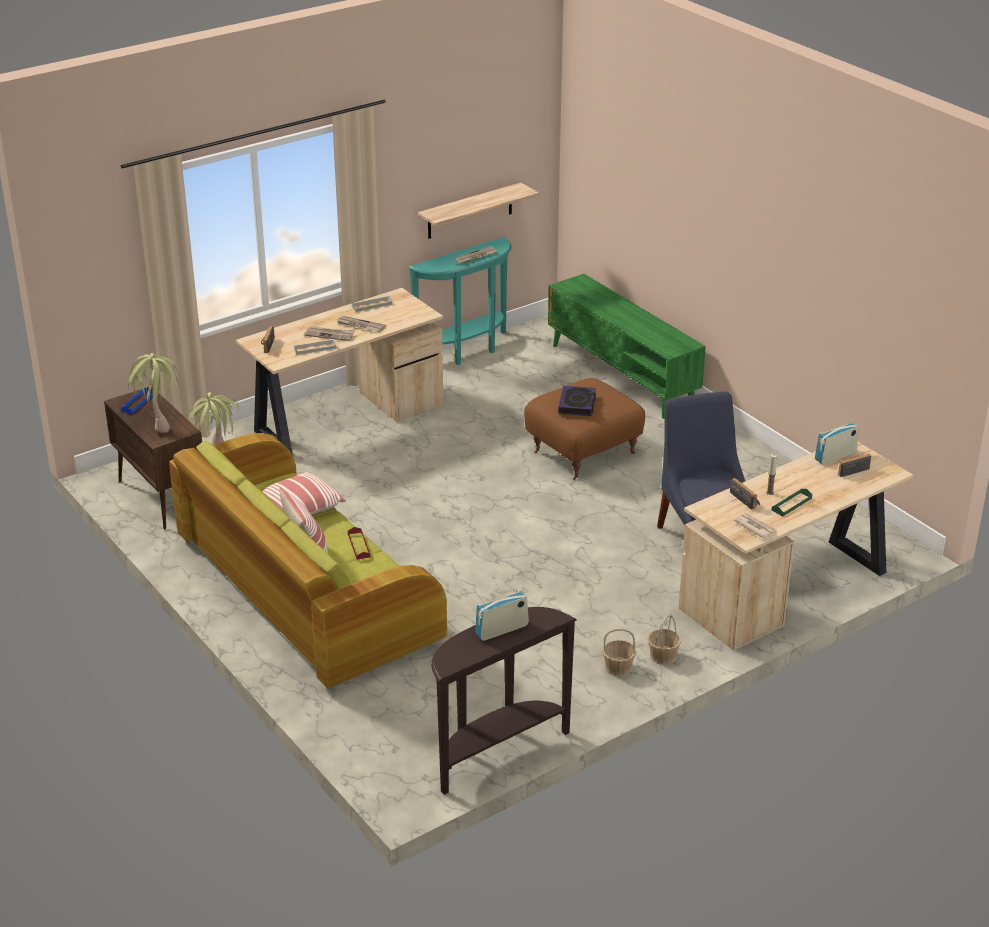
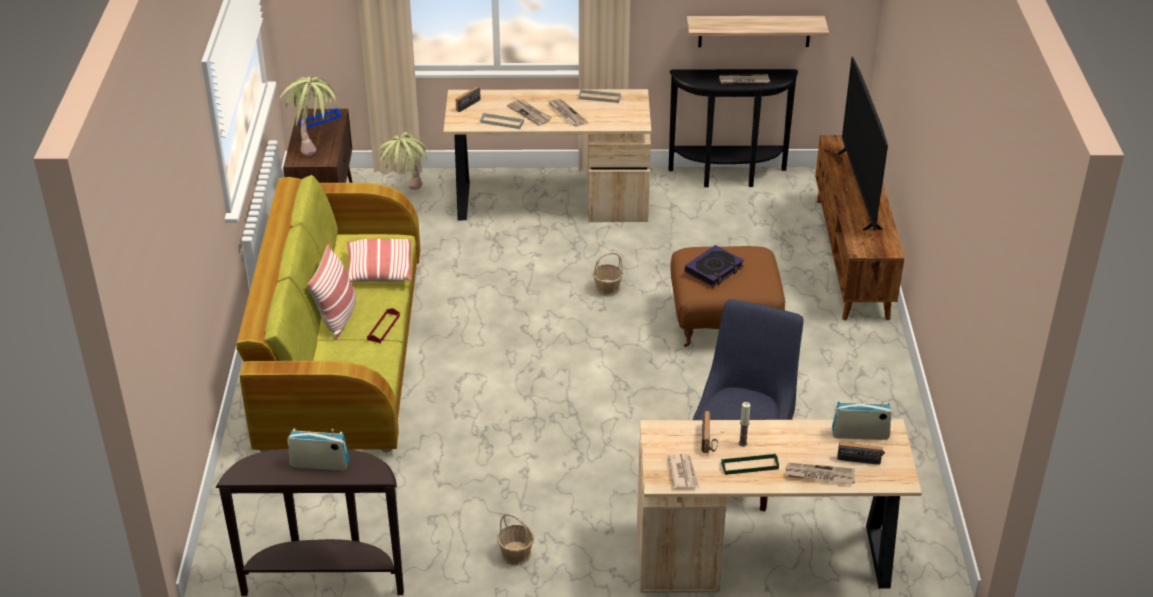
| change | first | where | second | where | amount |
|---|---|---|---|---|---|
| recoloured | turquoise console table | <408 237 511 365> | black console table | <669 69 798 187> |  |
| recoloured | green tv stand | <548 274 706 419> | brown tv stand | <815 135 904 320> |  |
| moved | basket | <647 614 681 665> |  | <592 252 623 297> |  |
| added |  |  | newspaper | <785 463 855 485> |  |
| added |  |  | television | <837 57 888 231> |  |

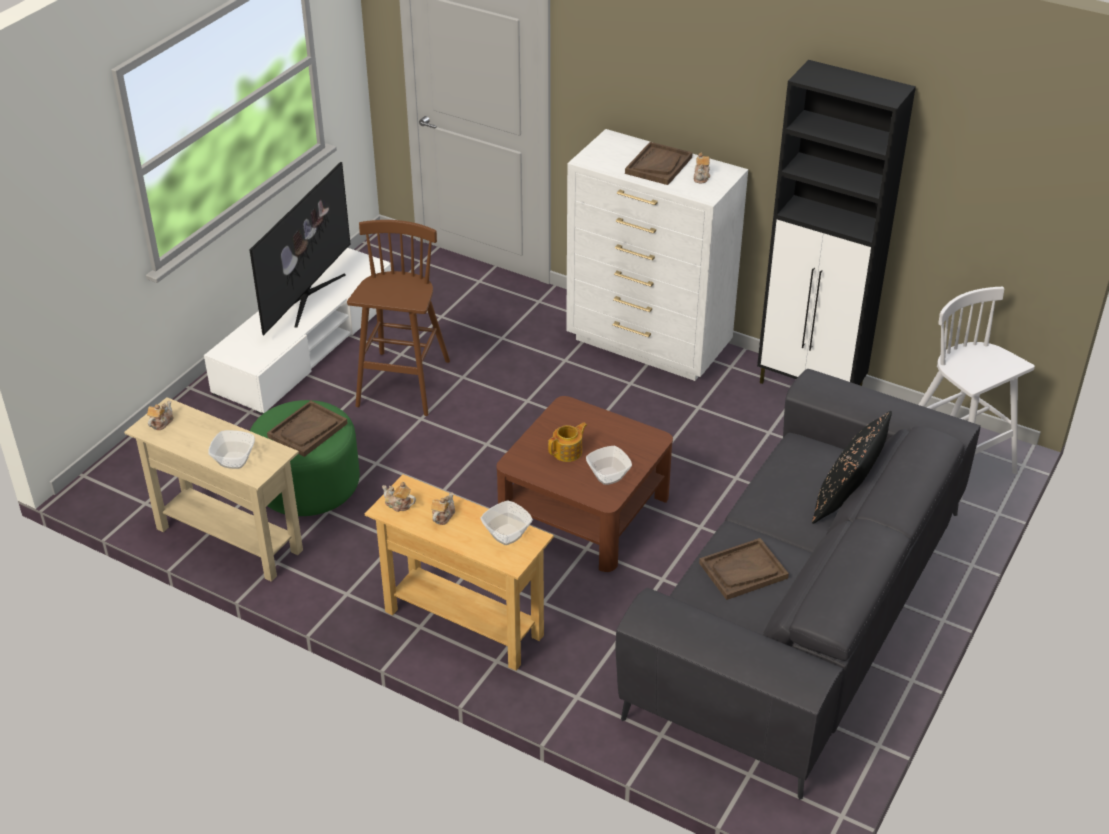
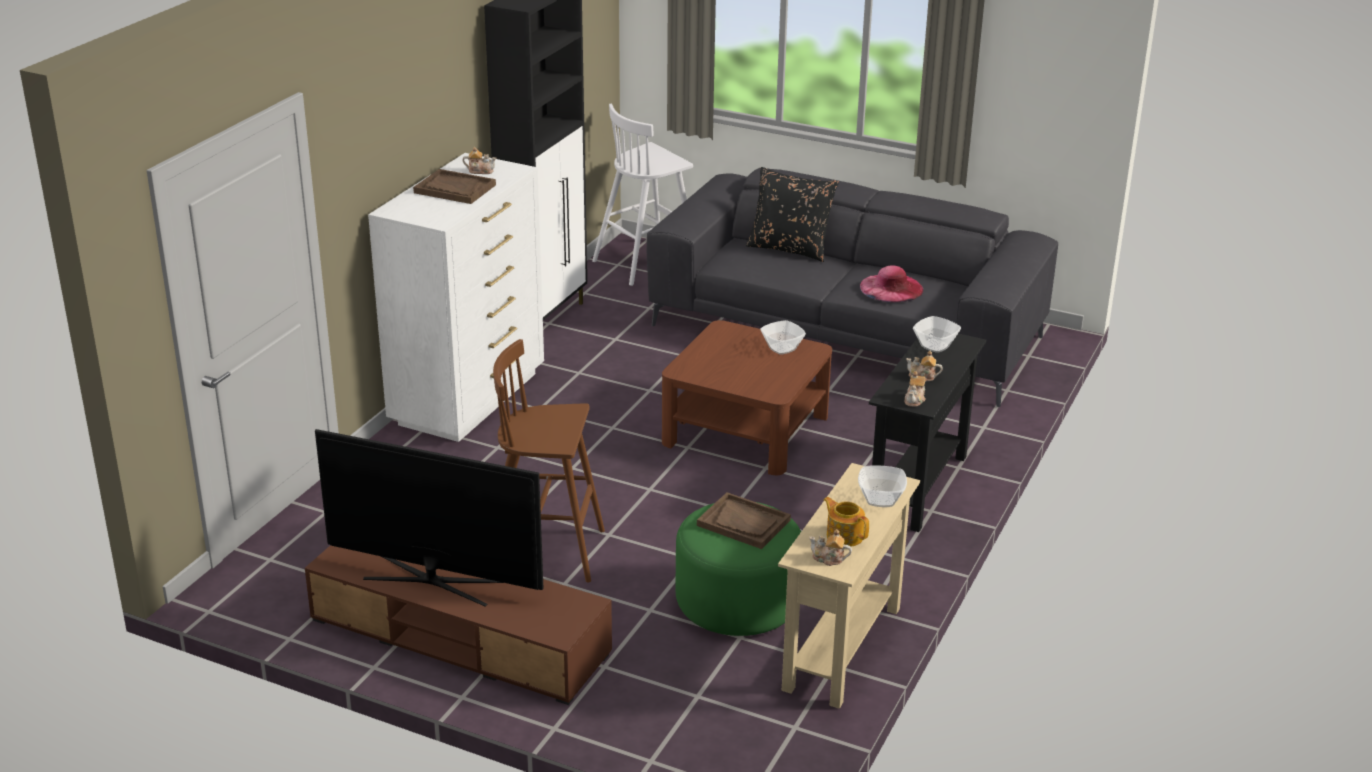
| change | first | where | second | where | amount |
|---|---|---|---|---|---|
| recoloured | white tv stand | <204 248 391 414> | brown tv stand | <305 545 612 705> |  |
| recoloured | beige console table | <365 474 554 671> | black console table | <869 333 987 532> |  |
| moved | teapot | <548 422 587 462> |  | <823 497 869 547> |  |
| replaced | brown tray | <699 538 789 600> | pink hat | <860 265 923 302> |  |

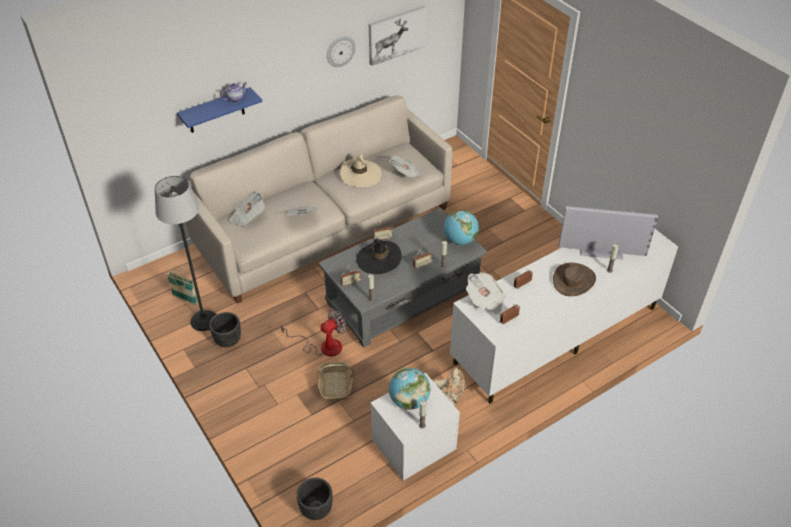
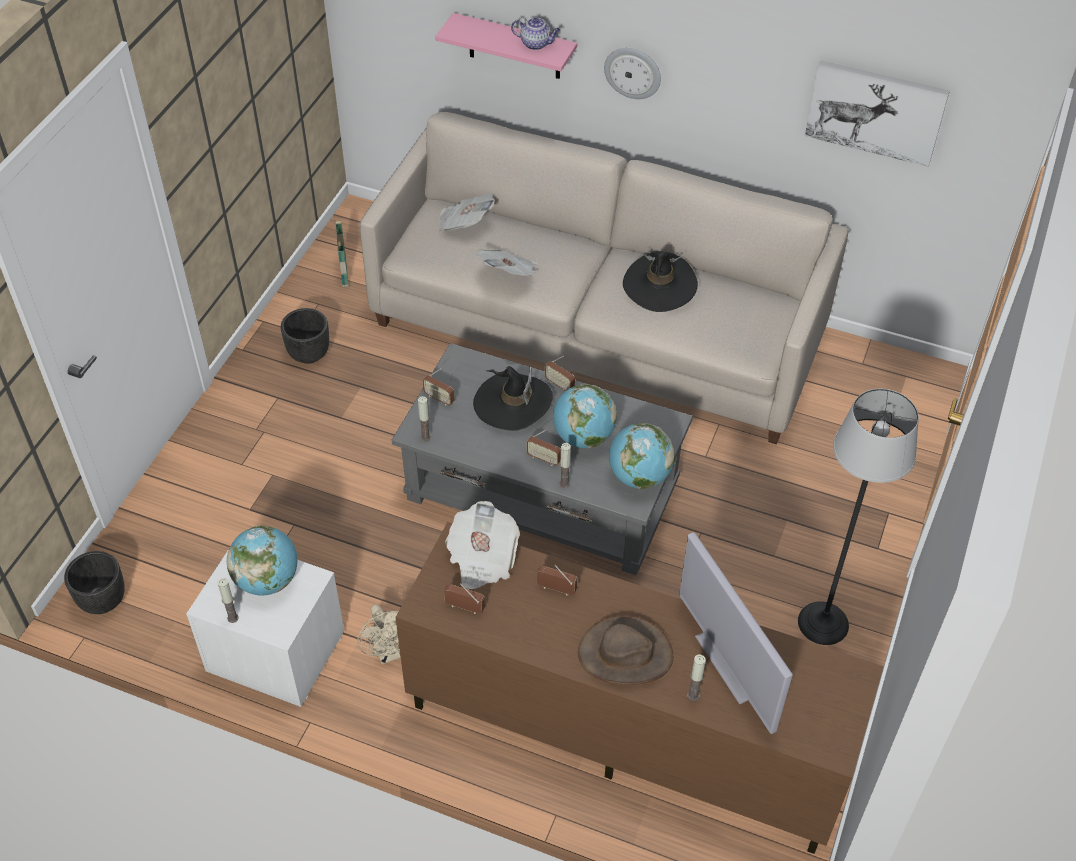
| change | first | where | second | where | amount |
|---|---|---|---|---|---|
| moved | floor lamp | <154 176 216 331> |  | <798 389 919 645> |  |
| recoloured | blue shelf | <177 87 262 133> | pink shelf | <435 13 577 79> |  |
| removed | fan | <281 309 346 356> |  |  |  |
| removed | basket | <317 362 354 401> |  |  |  |
| moved | wall clock | <327 36 356 67> |  | <604 48 661 99> |  |
| recoloured | beige hat | <340 154 382 187> | black hat | <623 251 698 312> |  |
| removed | newspaper | <389 155 424 178> |  |  |  |
| recoloured | white tv stand | <450 229 678 404> | brown tv stand | <395 522 884 854> |  |
| added |  |  | globe | <553 384 617 449> |  |

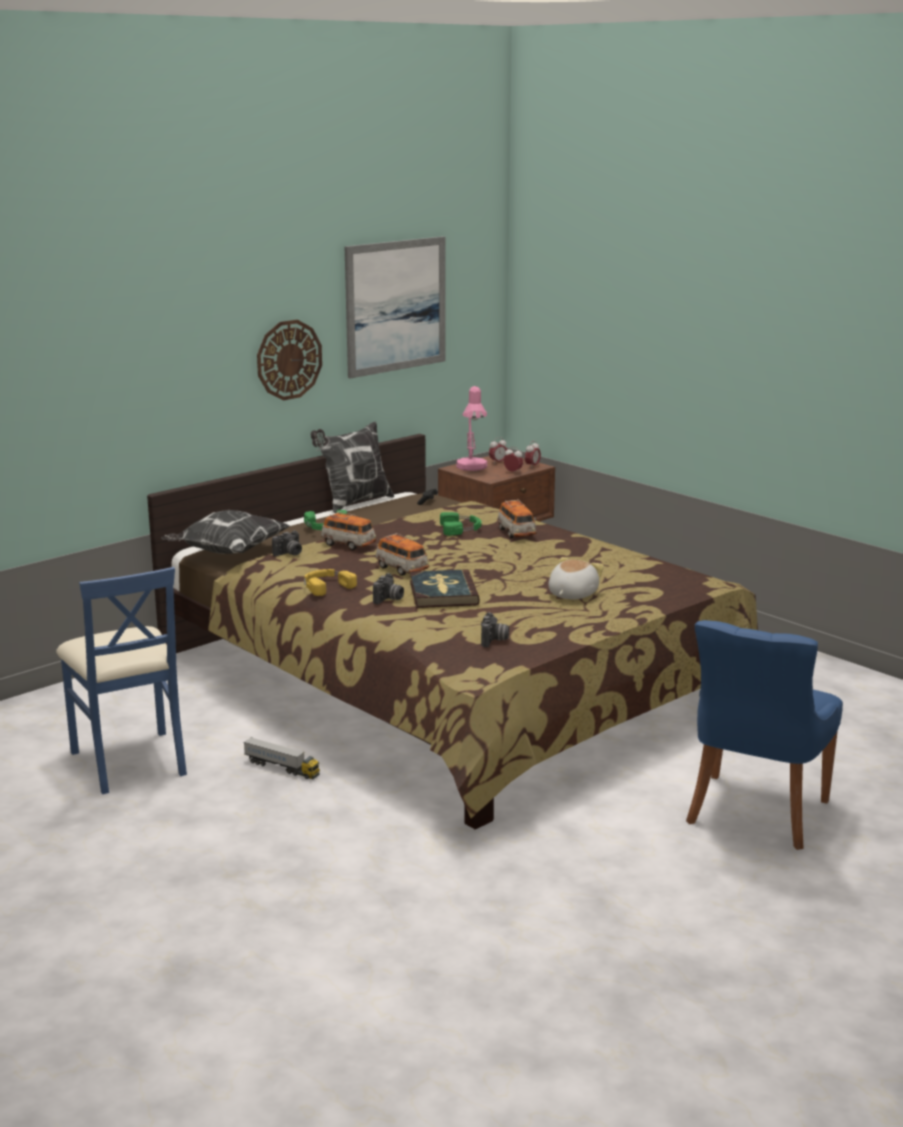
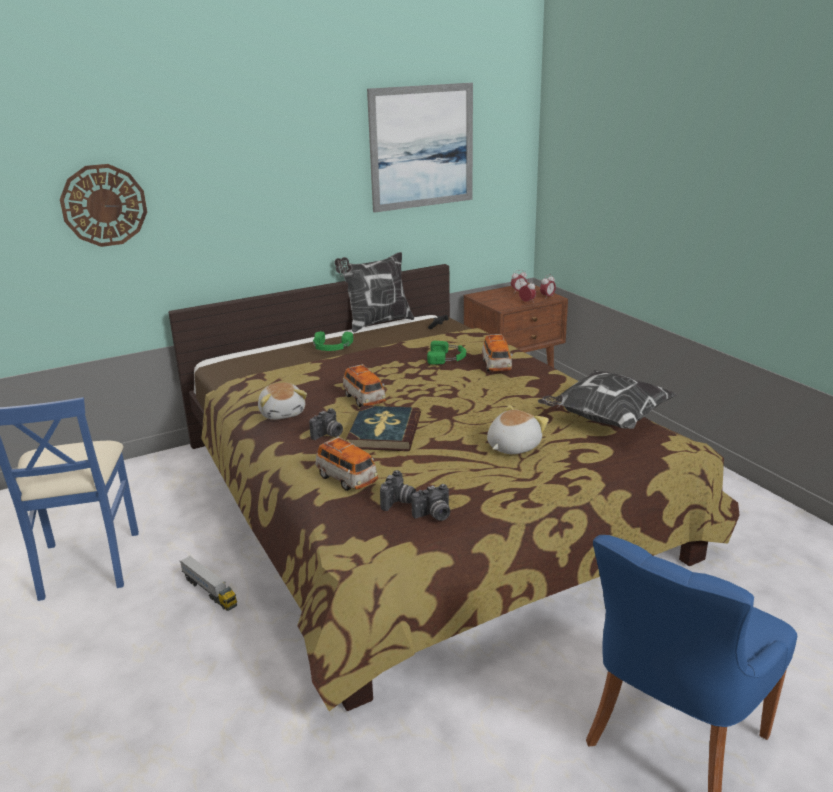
| change | first | where | second | where | amount |
|---|---|---|---|---|---|
| moved | pillow | <161 510 290 554> |  | <538 370 678 429> |  |
| moved | wall clock | <257 320 322 400> |  | <60 164 147 247> |  |
| moved | photo camera | <272 530 302 556> |  | <411 484 450 521> |  |
| replaced | yellow headphones | <304 569 357 596> | plush toy | <258 382 307 420> |  |
| moved | toy car | <321 511 376 550> |  | <315 436 378 491> |  |
| removed | pink table lamp | <456 386 487 471> |  |  |  |

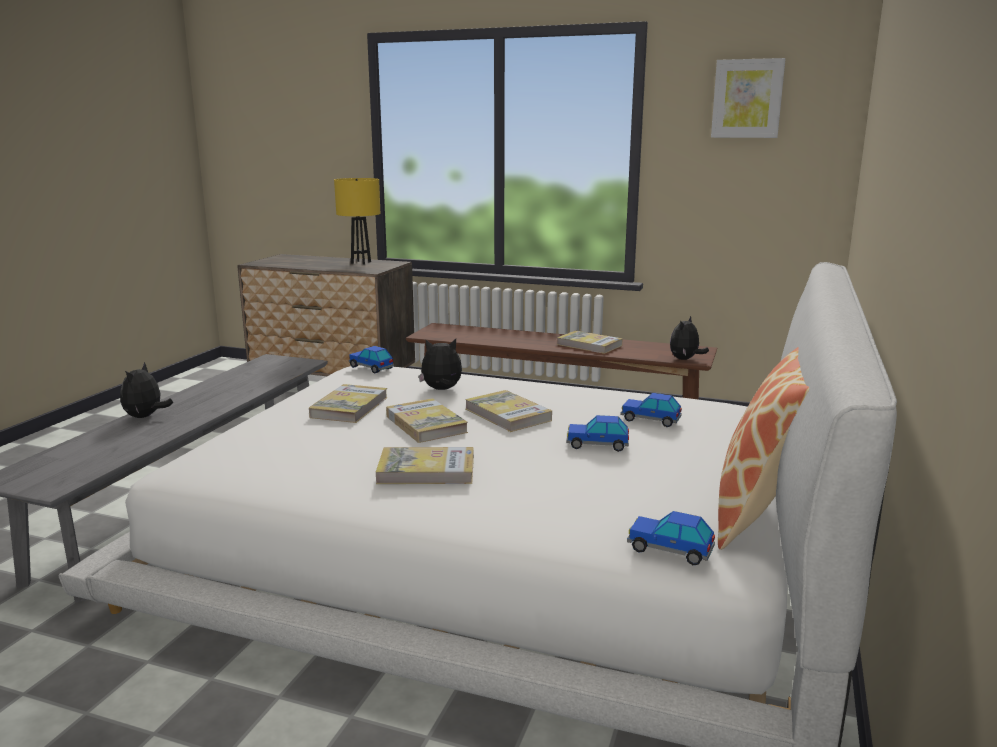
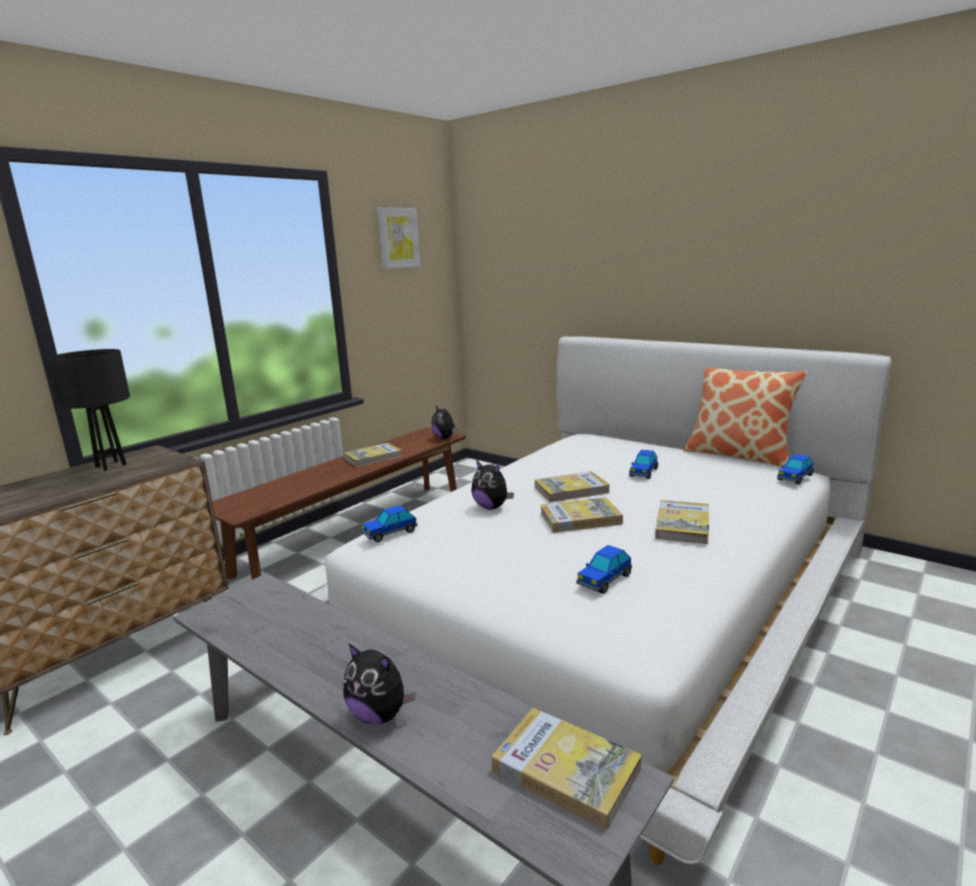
| change | first | where | second | where | amount |
|---|---|---|---|---|---|
| moved | book | <309 384 388 423> |  | <491 708 642 830> |  |
| recoloured | yellow table lamp | <334 178 380 265> | black table lamp | <47 349 130 471> |  |
| turned | plush toy | <419 339 462 390> |  | <471 460 514 509> | 60 degrees counterclockwise |
| moved | toy car | <621 393 682 427> |  | <576 545 632 594> |  |

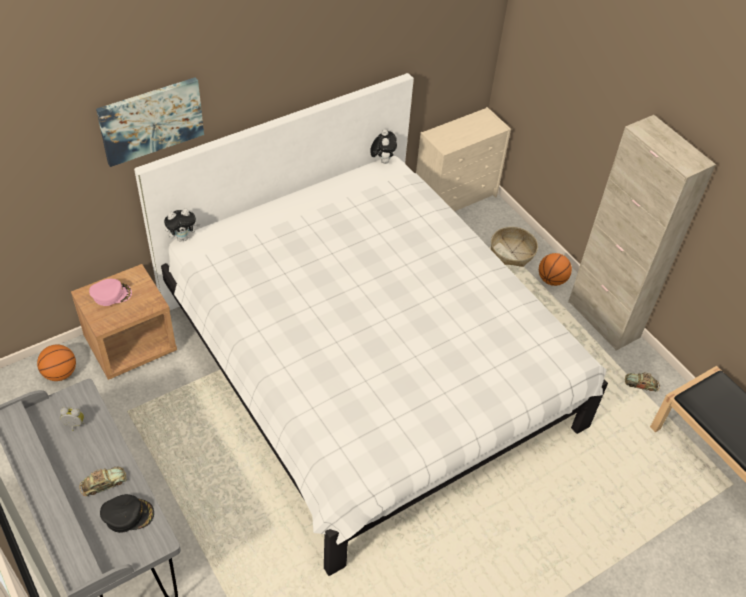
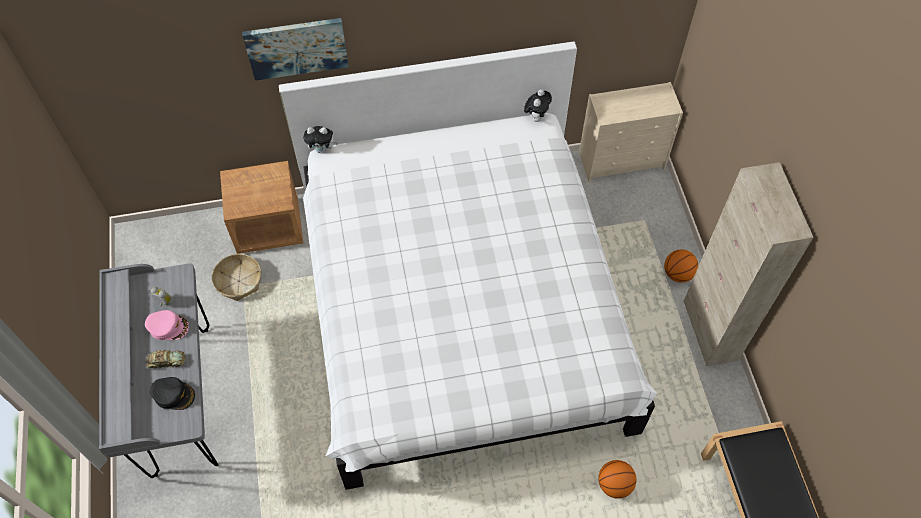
| change | first | where | second | where | amount |
|---|---|---|---|---|---|
| moved | basketball | <37 344 76 381> |  | <598 460 636 499> |  |
| moved | pink cap | <89 279 132 306> |  | <145 310 189 340> |  |
| moved | basket | <491 227 538 267> |  | <212 254 261 301> |  |
| removed | toy car | <625 372 660 392> |  |  |  |

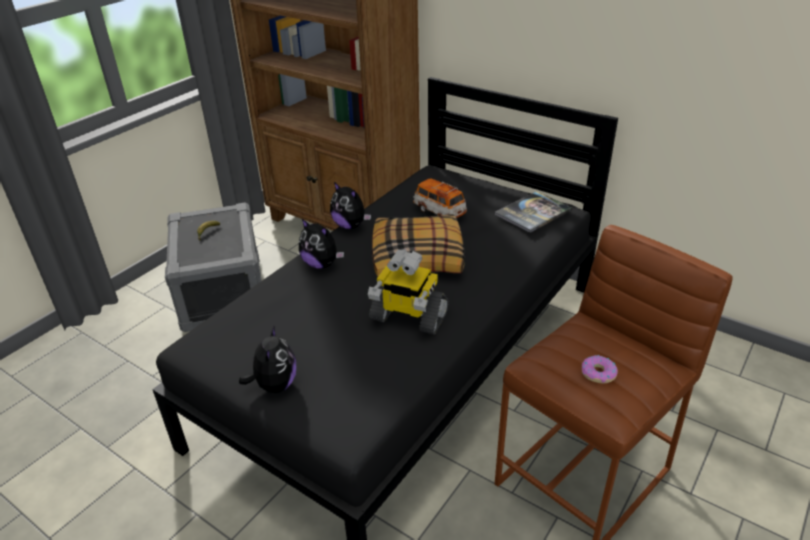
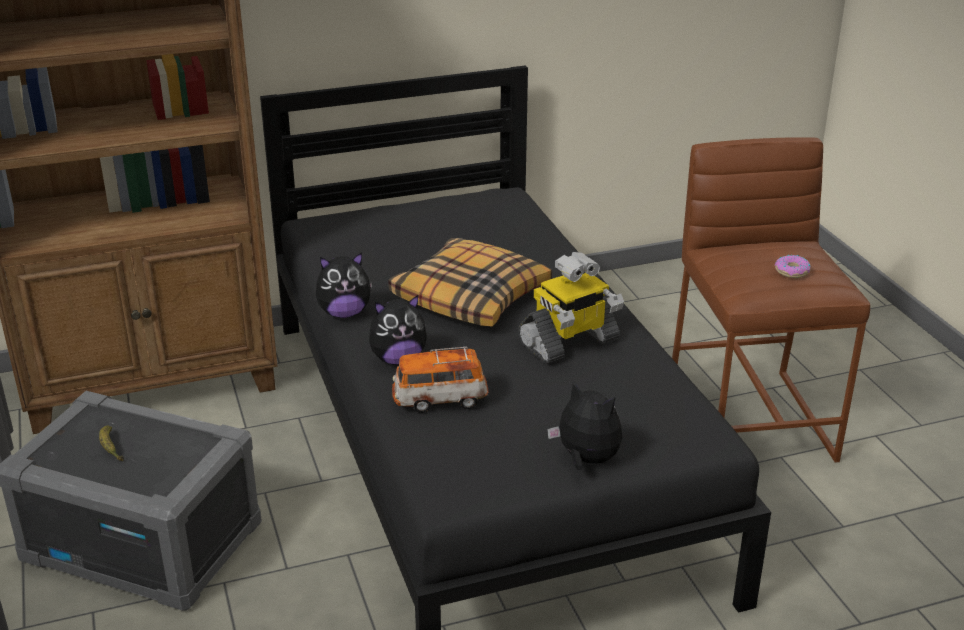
| change | first | where | second | where | amount |
|---|---|---|---|---|---|
| moved | toy car | <413 178 467 218> |  | <392 347 489 413> |  |
| removed | book | <495 191 572 233> |  |  |  |

